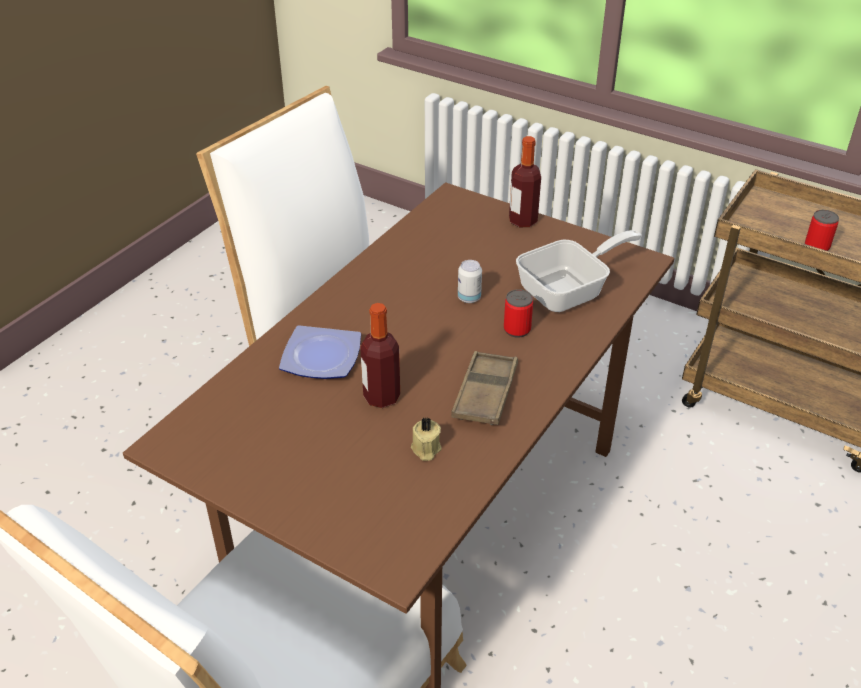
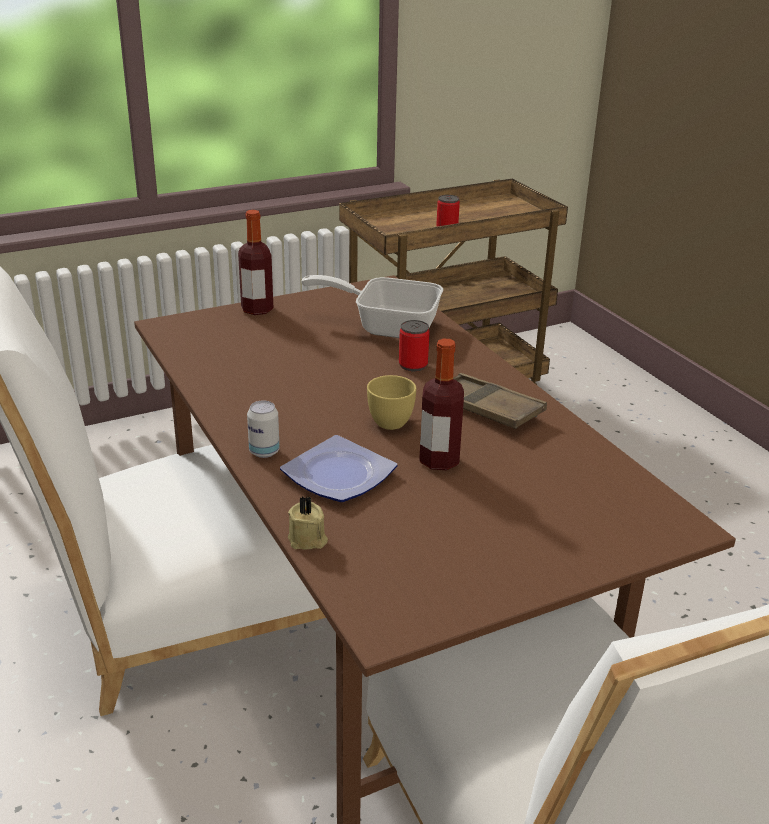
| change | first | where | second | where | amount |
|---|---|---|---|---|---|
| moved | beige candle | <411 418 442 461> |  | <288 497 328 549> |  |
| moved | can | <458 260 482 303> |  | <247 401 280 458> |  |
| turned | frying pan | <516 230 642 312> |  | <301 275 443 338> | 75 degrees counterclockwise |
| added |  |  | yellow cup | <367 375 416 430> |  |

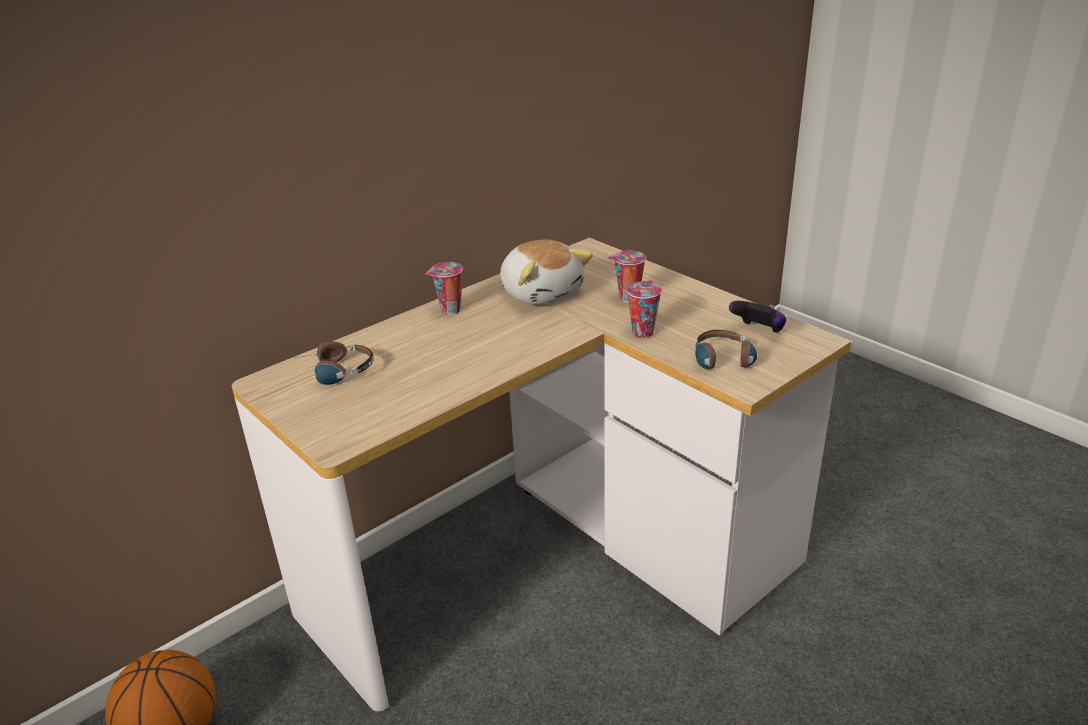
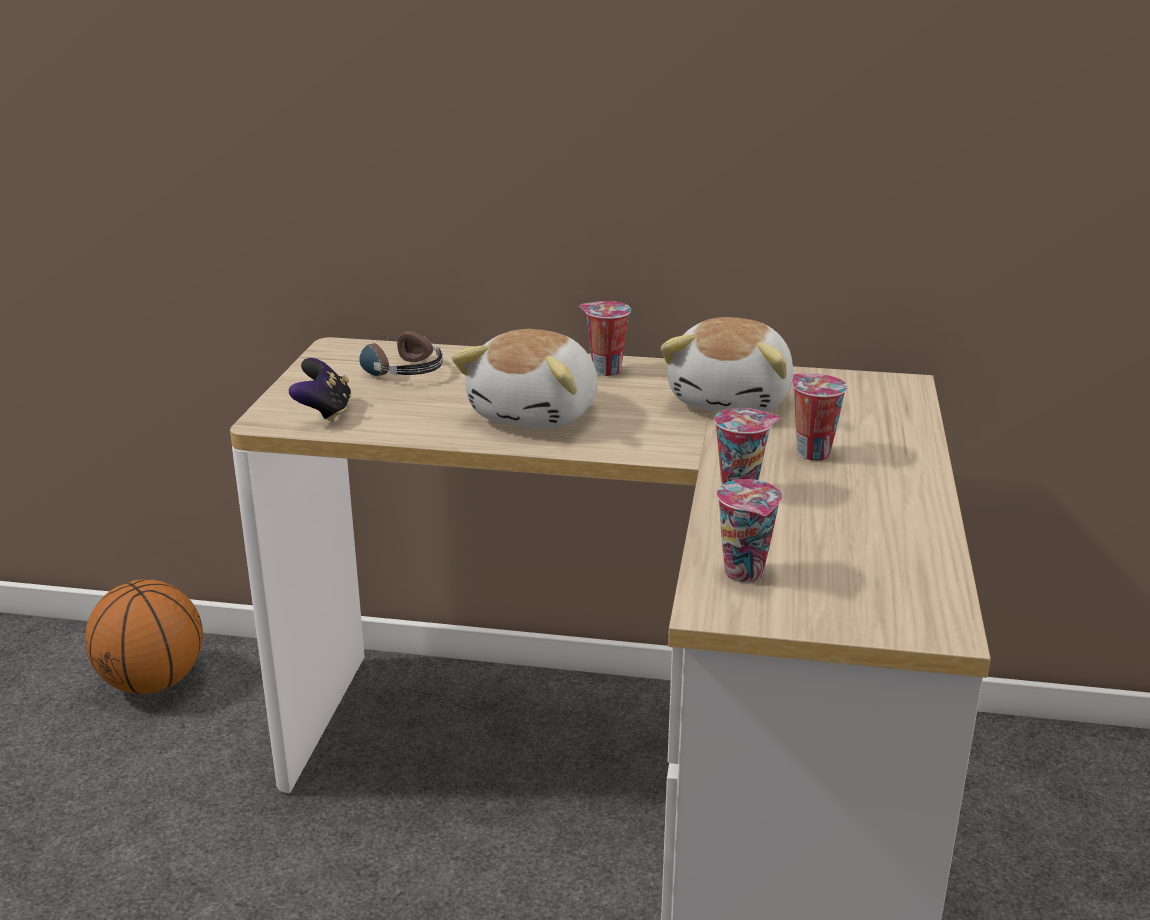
| change | first | where | second | where | amount |
|---|---|---|---|---|---|
| replaced | headphones | <694 330 757 374> | cup | <717 479 782 583> |  |
| moved | game controller | <729 301 786 333> |  | <289 358 352 422> |  |
| added |  |  | plush toy | <452 329 597 429> |  |

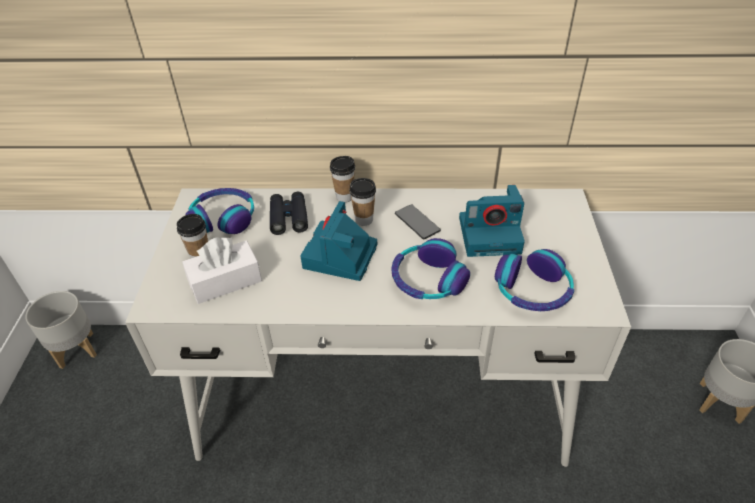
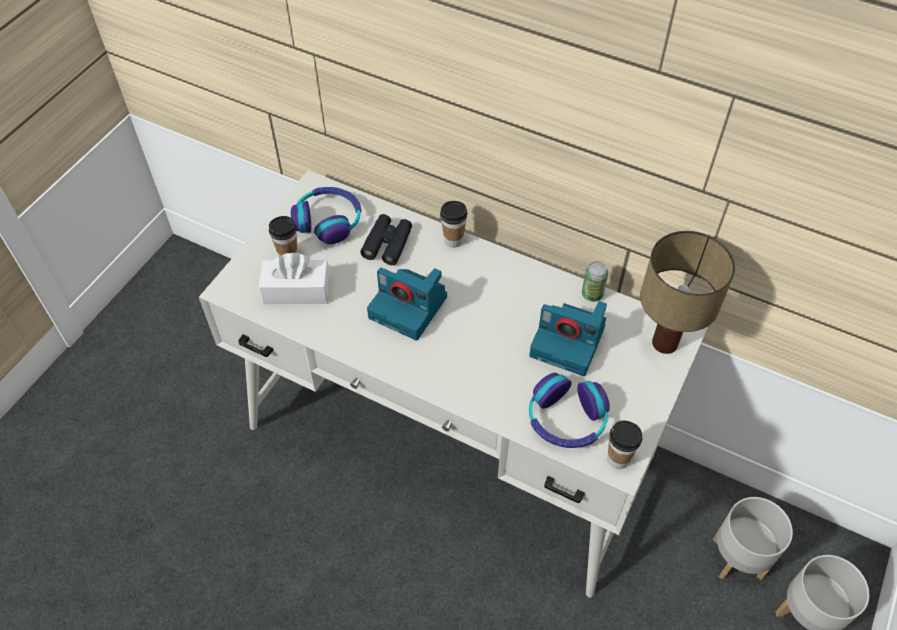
| change | first | where | second | where | amount |
|---|---|---|---|---|---|
| moved | grey planter | <25 291 97 369> |  | <713 497 793 580> |  |
| turned | photo camera | <301 201 377 281> |  | <367 268 447 341> | 105 degrees counterclockwise |
| moved | cup | <349 178 376 226> |  | <607 421 642 469> |  |
| removed | headphones | <392 238 470 299> |  |  |  |
| removed | phone | <395 204 441 239> |  |  |  |
| added |  |  | can | <582 261 608 302> |  |
| added |  |  | table lamp | <640 231 735 354> |  |

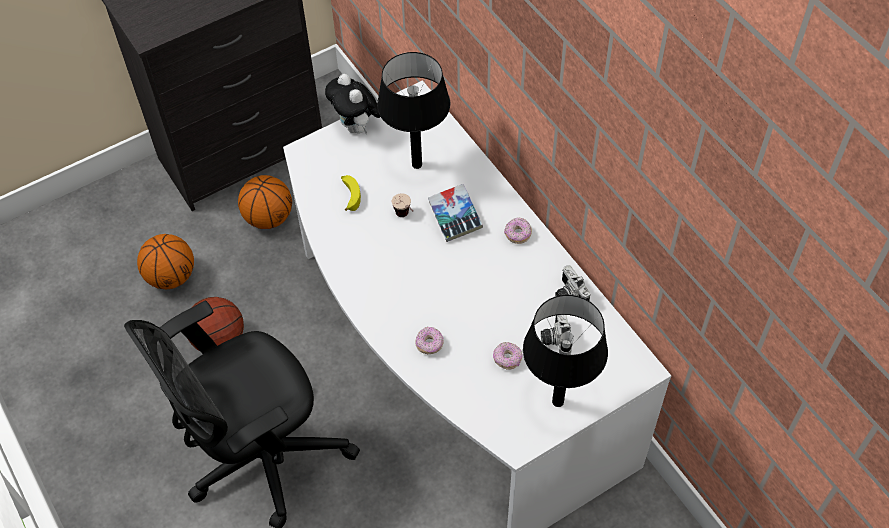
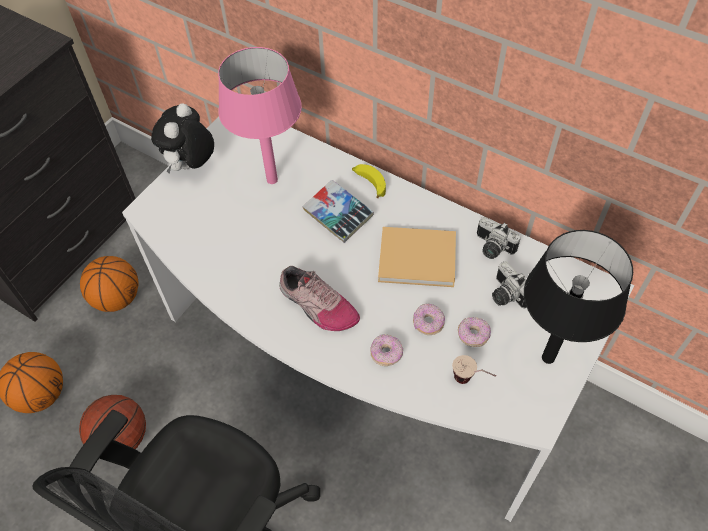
| change | first | where | second | where | amount |
|---|---|---|---|---|---|
| turned | plush toy | <325 74 380 134> |  | <151 103 214 174> | 75 degrees clockwise |
| moved | banana | <341 175 361 211> |  | <352 164 386 198> |  |
| recoloured | black table lamp | <377 52 450 169> | pink table lamp | <218 47 302 184> |  |
| moved | cup | <392 193 413 217> |  | <452 355 496 384> |  |
| moved | donut | <504 217 532 244> |  | <413 303 445 335> |  |
| added |  |  | shoe | <279 266 360 331> |  |
| added |  |  | beige book | <378 227 456 287> |  |

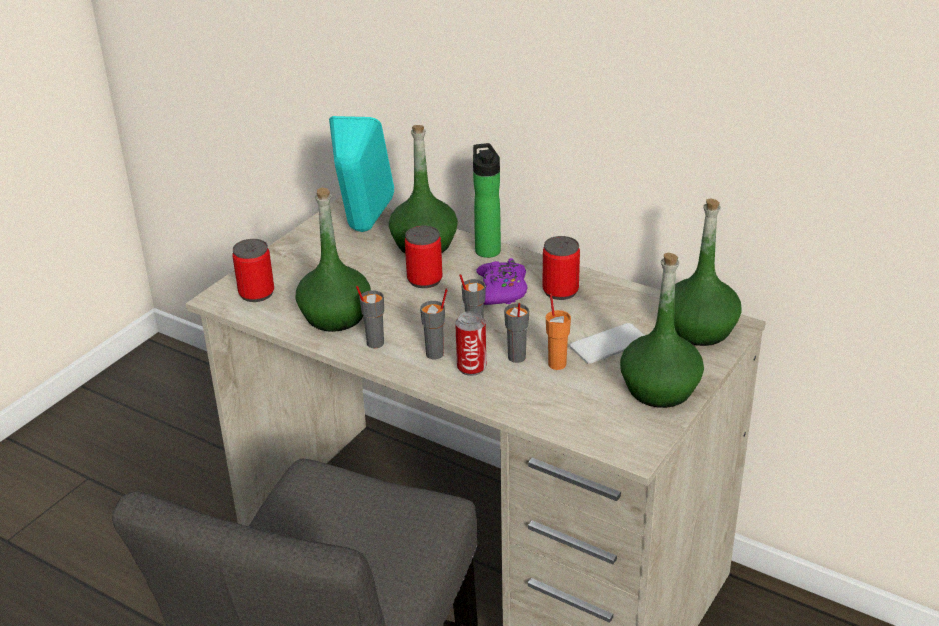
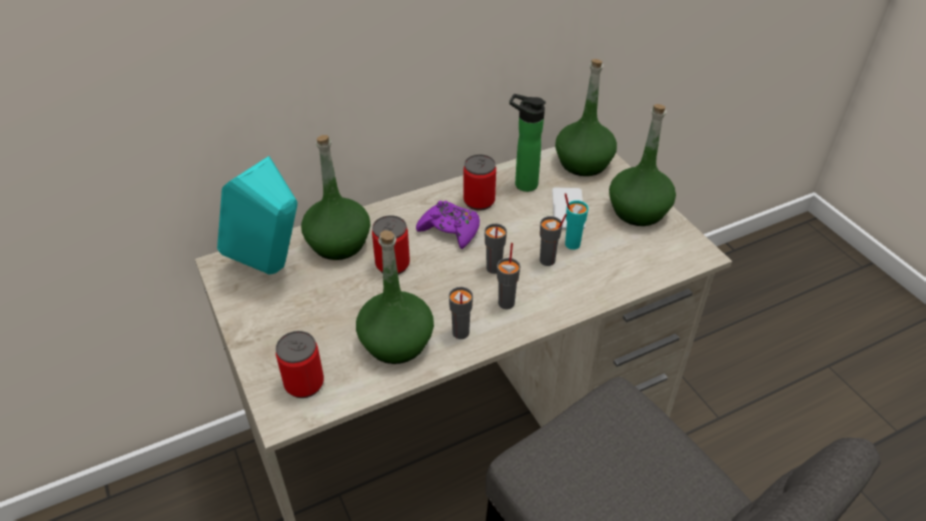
| change | first | where | second | where | amount |
|---|---|---|---|---|---|
| removed | can | <455 311 486 376> |  |  |  |
| moved | bottle | <473 143 501 258> |  | <509 94 546 192> |  |
| recoloured | orange cup | <546 294 571 370> | turquoise cup | <565 193 588 250> |  |

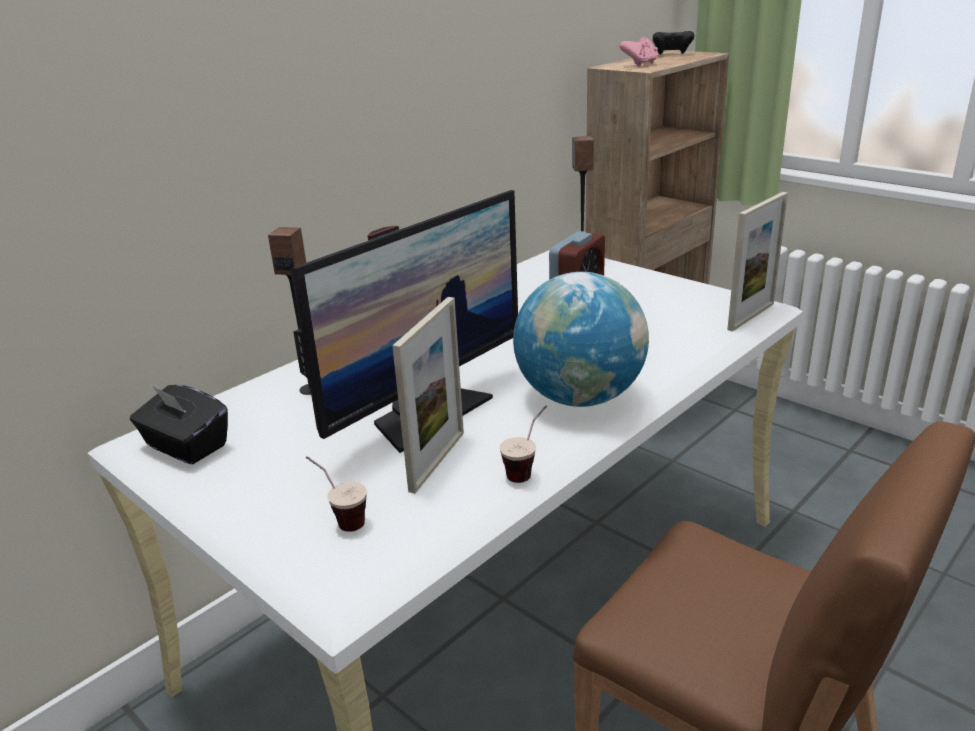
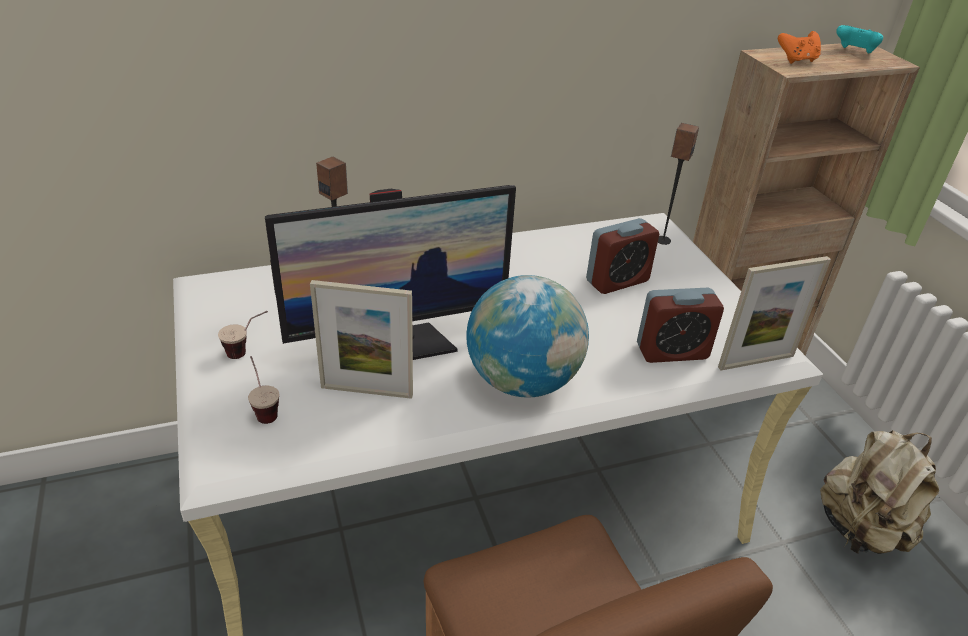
| change | first | where | second | where | amount |
|---|---|---|---|---|---|
| removed | black tissue box | <130 385 228 464> |  |  |  |
| turned | picture frame | <392 297 464 494> |  | <310 280 413 399> | 45 degrees clockwise |
| moved | cup | <500 406 547 483> |  | <218 311 268 359> |  |
| recoloured | pink game controller | <620 37 658 67> | orange game controller | <778 31 821 64> |  |
| recoloured | black game controller | <653 31 694 54> | turquoise game controller | <836 25 883 54> |  |
| added |  |  | alarm clock | <637 288 724 363> |  |
| added |  |  | beige backpack | <820 430 939 554> |  |

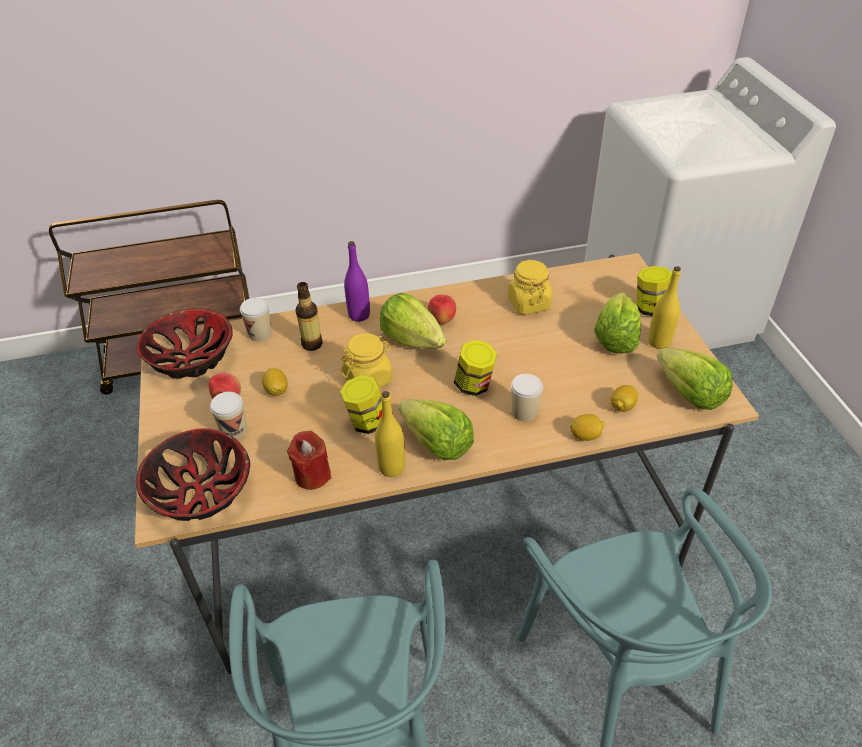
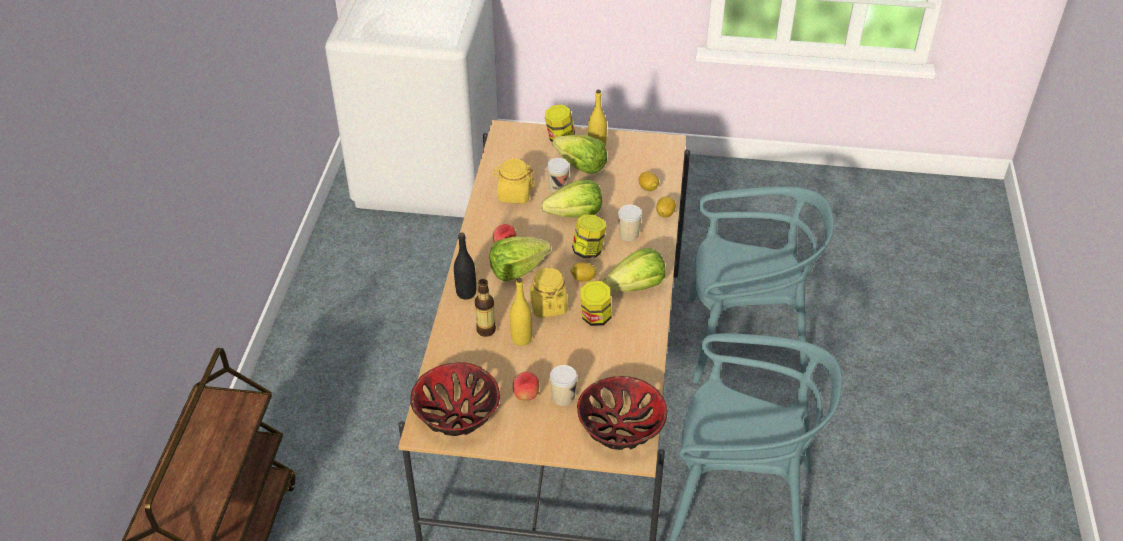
| change | first | where | second | where | amount |
|---|---|---|---|---|---|
| moved | cup | <240 298 272 341> |  | <547 158 570 192> |  |
| moved | lemon | <262 368 288 396> |  | <570 262 597 282> |  |
| removed | red candle | <287 431 331 490> |  |  |  |
| recoloured | purple bottle | <344 241 370 322> | black bottle | <454 232 476 300> |  |
| moved | yellow bottle | <375 391 405 477> |  | <510 278 532 346> |  |
| moved | lettuce | <657 348 733 410> |  | <541 179 602 218> |  |

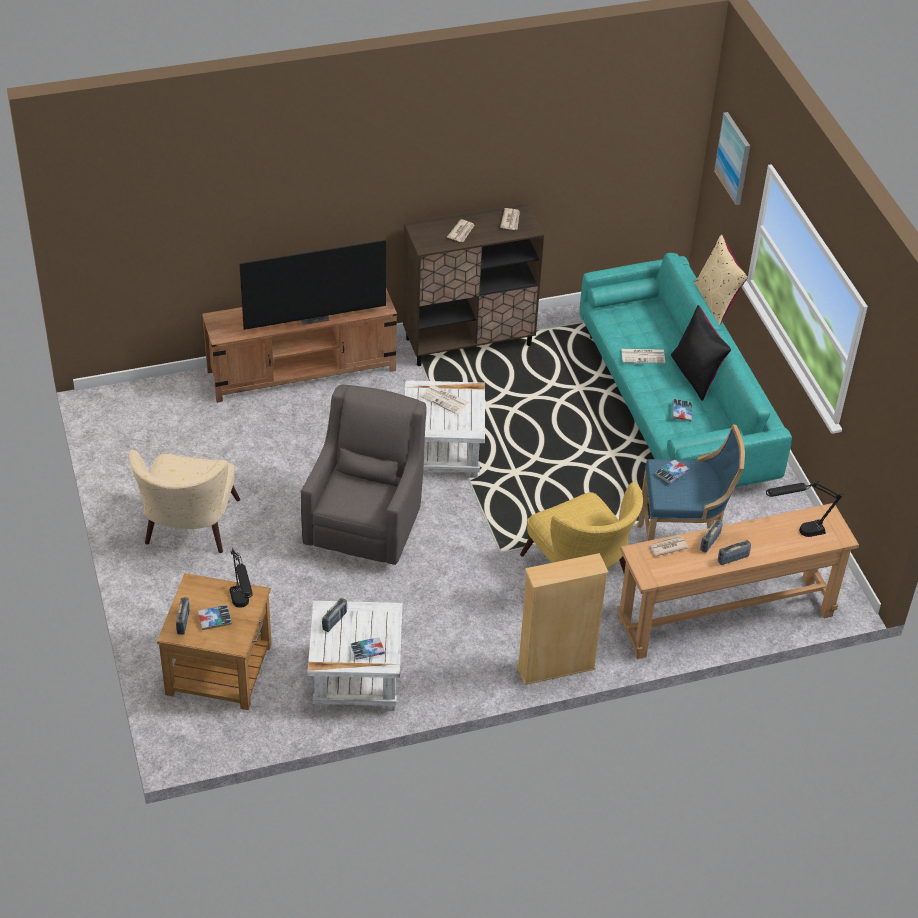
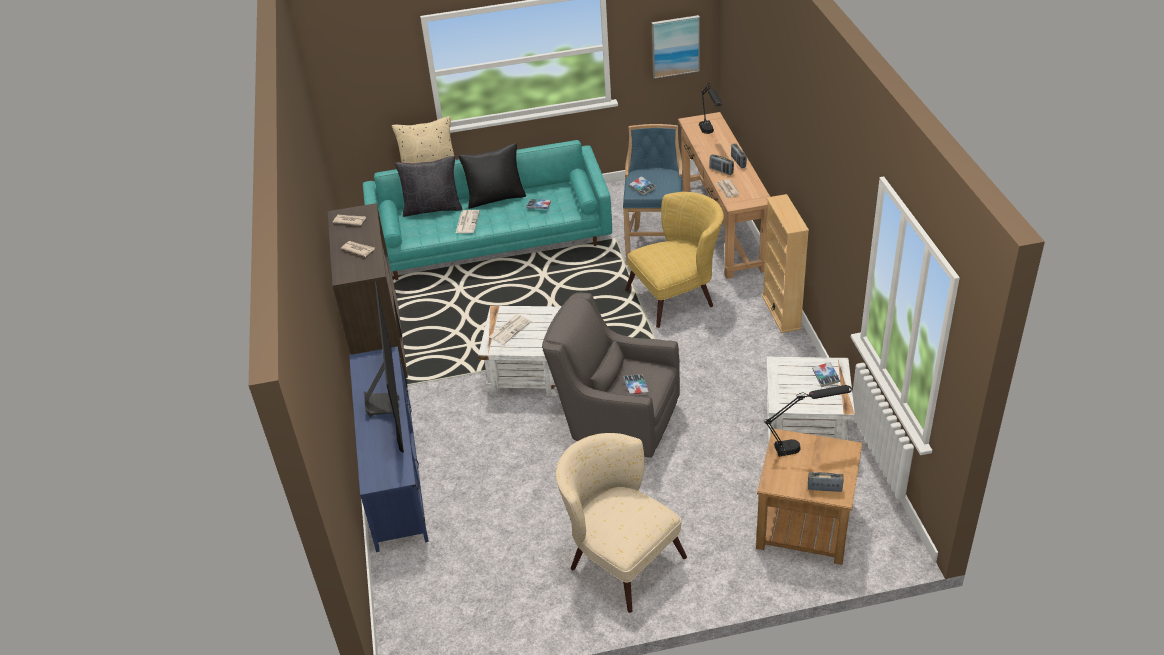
| change | first | where | second | where | amount |
|---|---|---|---|---|---|
| turned | beige armchair | <129 450 240 553> |  | <556 433 687 613> | 150 degrees counterclockwise |
| moved | book | <198 605 232 630> |  | <623 375 649 395> |  |
| recoloured | brown tv stand | <202 288 397 403> | blue tv stand | <349 346 429 552> |  |
| removed | radio | <322 598 347 632> |  |  |  |
| moved | picture | <714 112 750 205> |  | <652 15 700 79> |  |
| added |  |  | black pillow | <395 156 462 217> |  |

